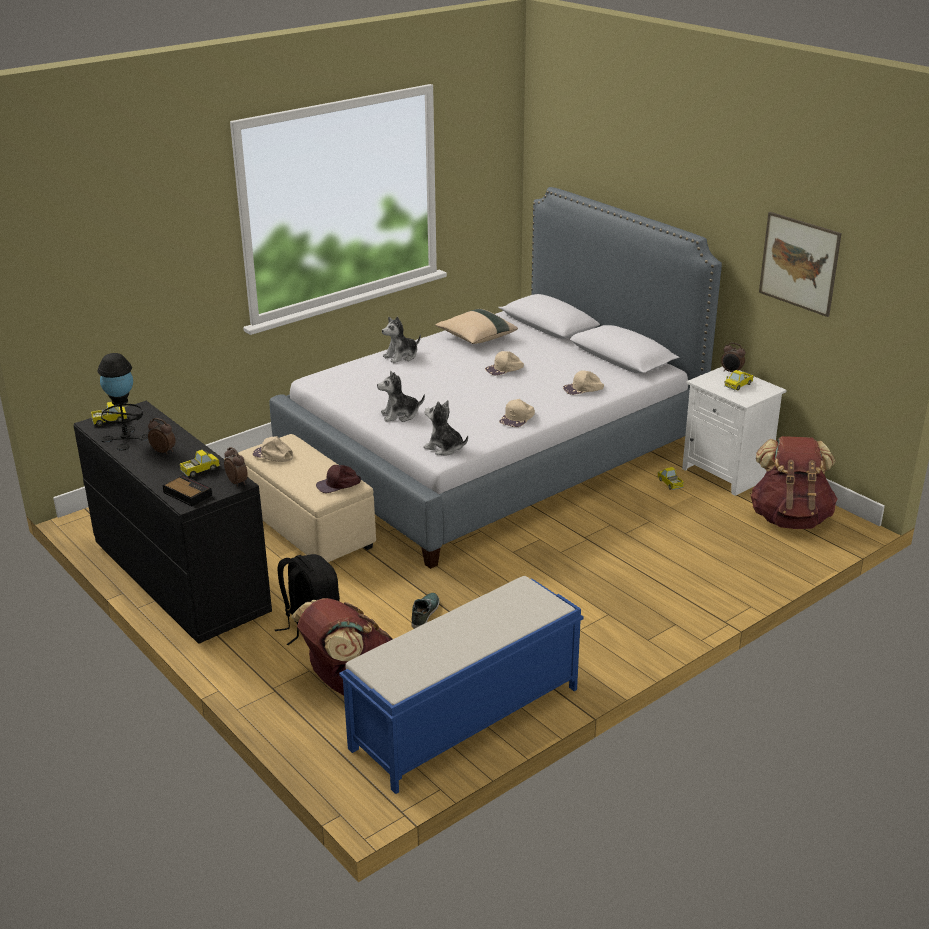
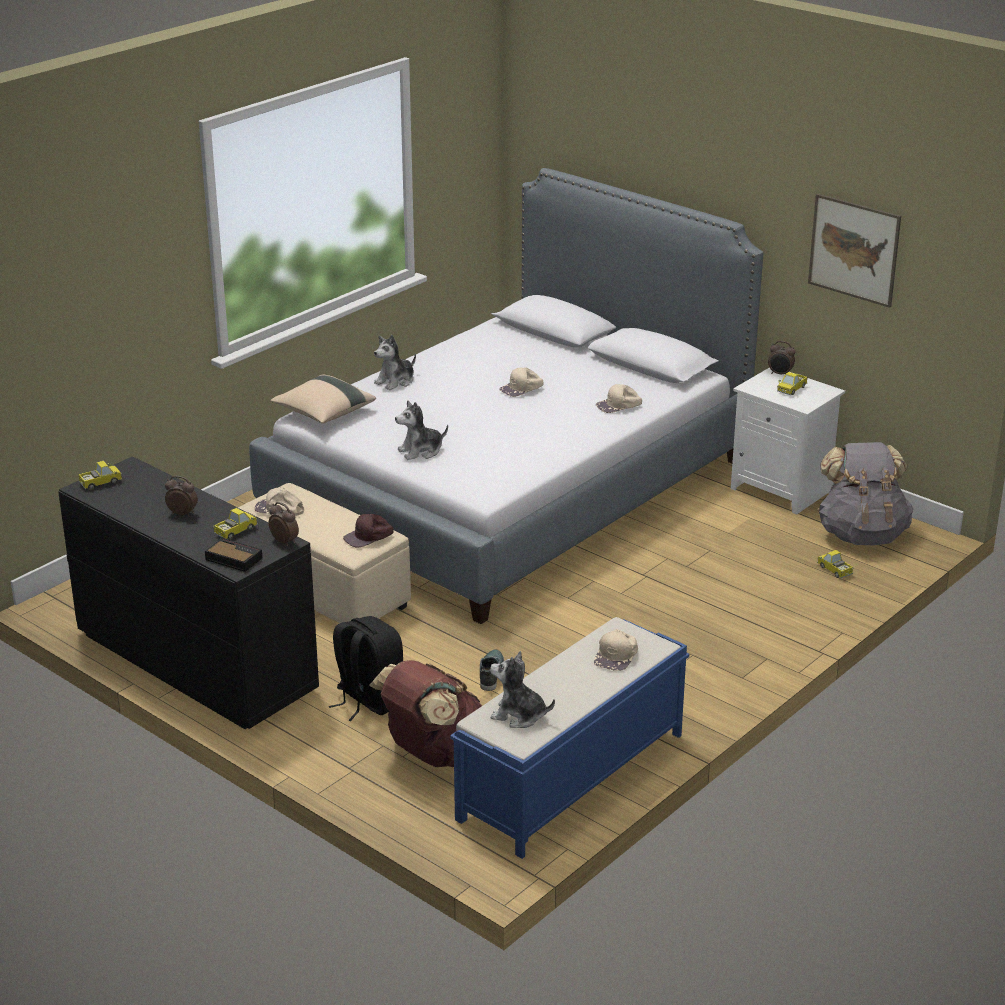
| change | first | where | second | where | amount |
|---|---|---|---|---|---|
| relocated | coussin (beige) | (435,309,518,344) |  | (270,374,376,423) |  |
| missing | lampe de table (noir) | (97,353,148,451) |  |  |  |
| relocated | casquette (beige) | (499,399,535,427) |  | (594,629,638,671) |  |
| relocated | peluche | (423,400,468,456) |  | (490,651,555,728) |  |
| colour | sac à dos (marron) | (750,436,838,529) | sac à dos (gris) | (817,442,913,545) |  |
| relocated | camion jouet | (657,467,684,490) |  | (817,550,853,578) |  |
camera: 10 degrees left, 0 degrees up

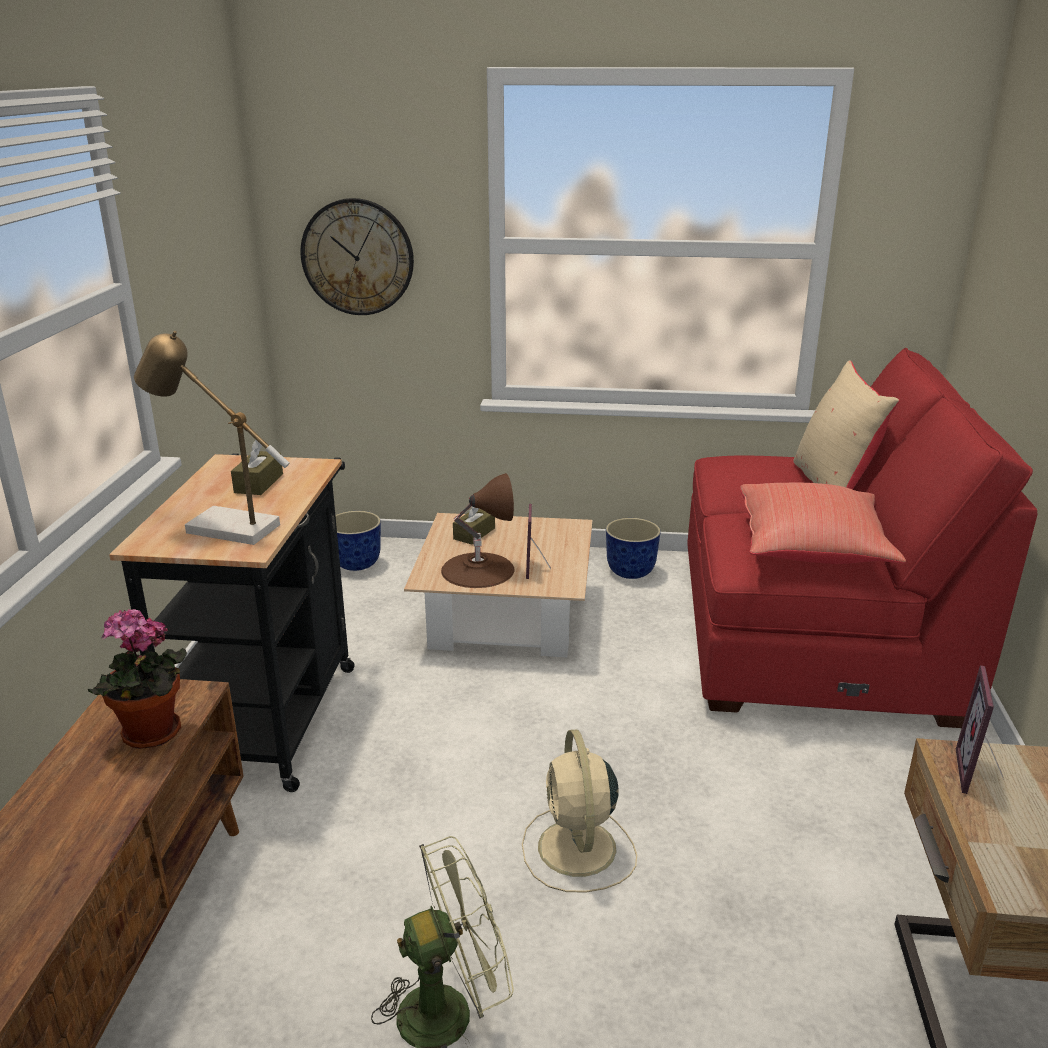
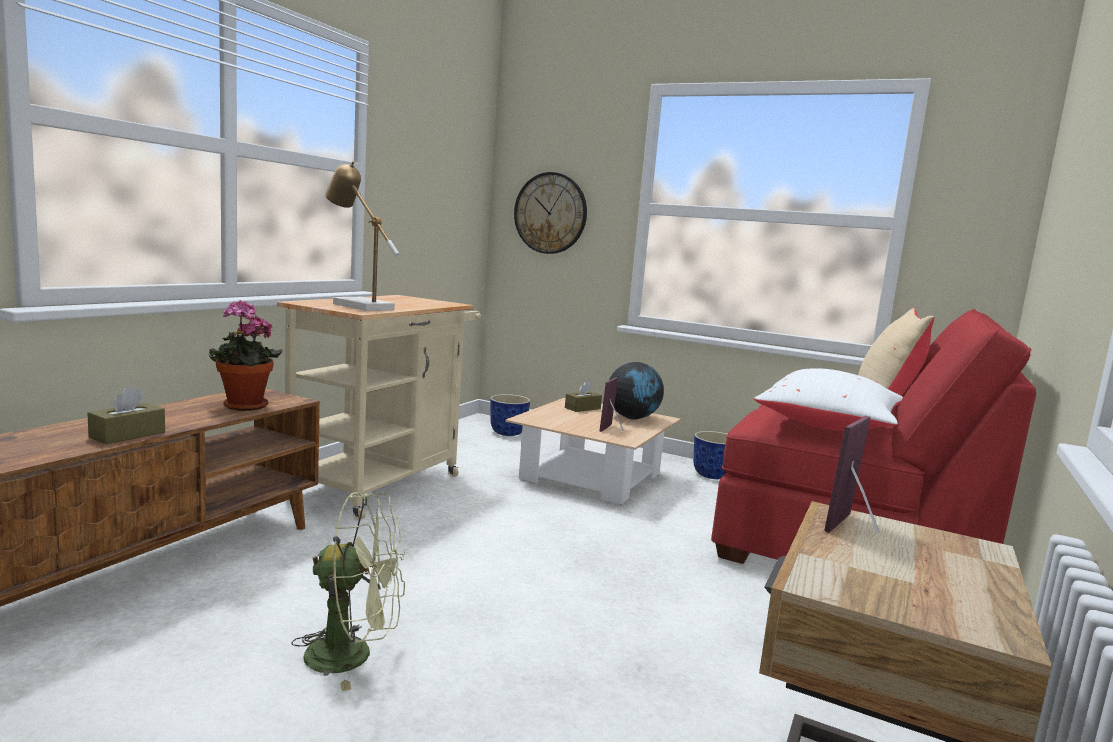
| change | first | where | second | where | amount |
|---|---|---|---|---|---|
| relocated | boîte à mouchoirs (marron) | (231,440,283,495) |  | (88,386,165,444) |  |
| colour | chariot (noir) | (109,453,355,792) | chariot (beige) | (277,295,481,520) |  |
| missing | lampe de table (marron) | (441,473,514,588) |  |  |  |
| colour | coussin (rouge) | (740,483,906,564) | coussin (blanc) | (754,368,903,431) |  |
| missing | ventilateur (beige) | (522,729,637,893) |  |  |  |
| appeared |  |  | globe | (609,362,664,420) |  |
camera: 20 degrees right, 15 degrees down

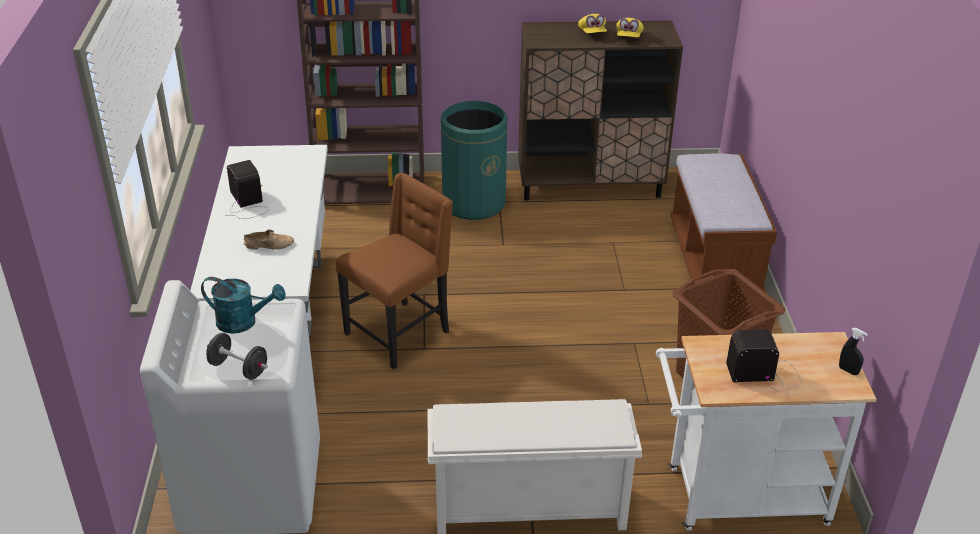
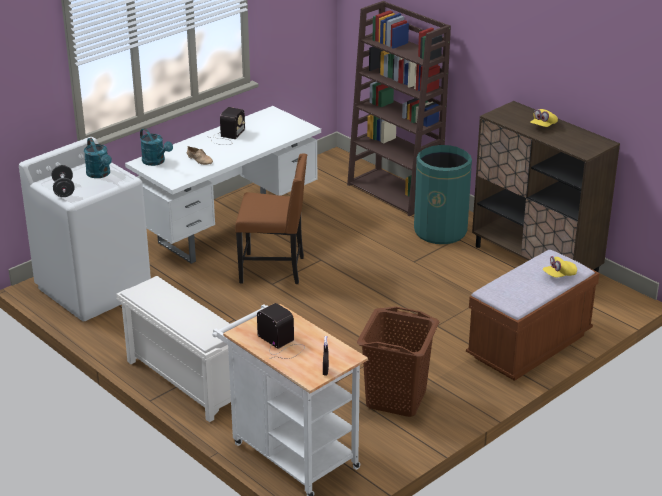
| change | first | where | second | where | amount |
|---|---|---|---|---|---|
| relocated | casquette (jaune) | (616,18,644,38) |  | (543,256,577,278) |  |
| appeared |  |  | arrosoir (turquoise) | (140,128,173,166) |  |
camera: 50 degrees right, 5 degrees down

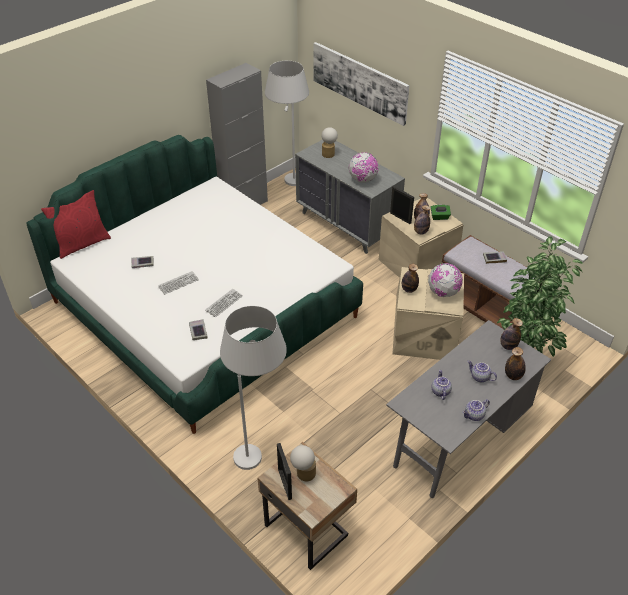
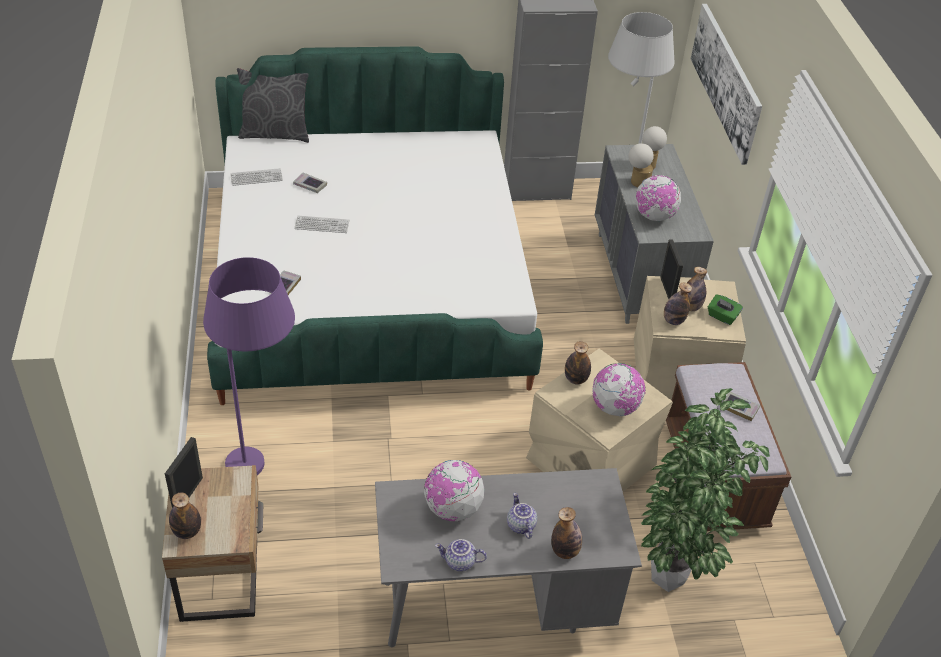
| change | first | where | second | where | amount |
|---|---|---|---|---|---|
| colour | coussin (rouge) | (41,190,111,259) | coussin (gris) | (237,68,309,143) |  |
| relocated | clavier | (205,289,243,318) |  | (230,168,283,186) |  |
| colour | lampadaire (blanc) | (220,306,287,470) | lampadaire (violet) | (203,257,295,475) |  |
| relocated | bouteille | (500,318,523,350) |  | (169,493,201,539) |  |
| exchanged | théière | (432,370,452,400) | globe | (424,460,485,521) |  |
| relocated | lampe de table | (290,445,316,481) |  | (628,143,654,187) |  |
camera: 35 degrees right, 0 degrees up

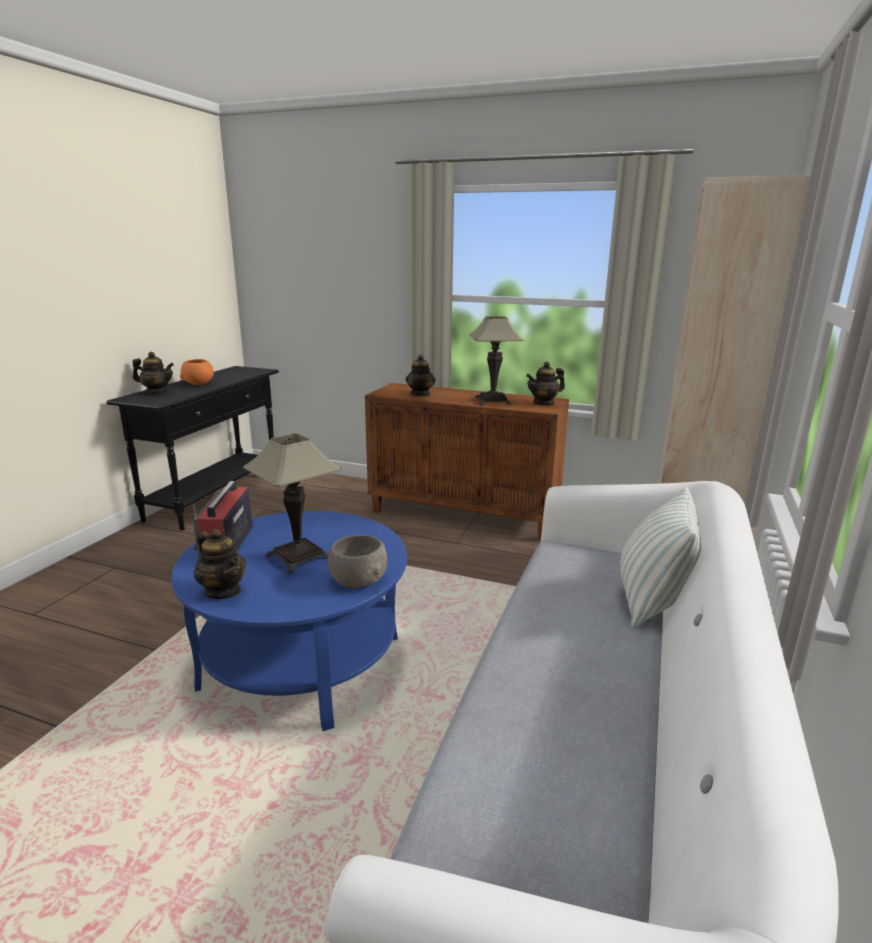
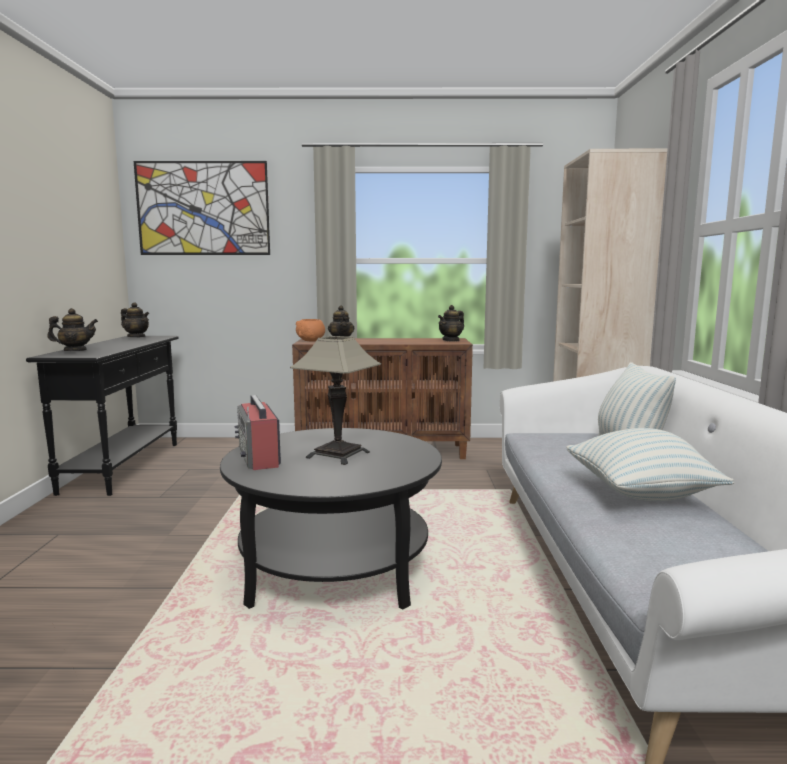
| change | first | where | second | where | amount |
|---|---|---|---|---|---|
| missing | lampe de table | (469,316,524,405) |  |  |  |
| relocated | bol (orange) | (180,359,214,385) |  | (296,319,325,341) |  |
| colour | table basse (bleu) | (171,511,407,731) | table basse (noir) | (220,428,442,610) |  |
| relocated | théière | (194,529,246,599) |  | (121,302,149,337) |  |
| missing | bol (gris) | (328,535,387,588) |  |  |  |
| appeared |  |  | tableau | (134,161,270,255) |  |
| appeared |  |  | coussin | (566,428,734,501) |  |
camera: 20 degrees left, 10 degrees down

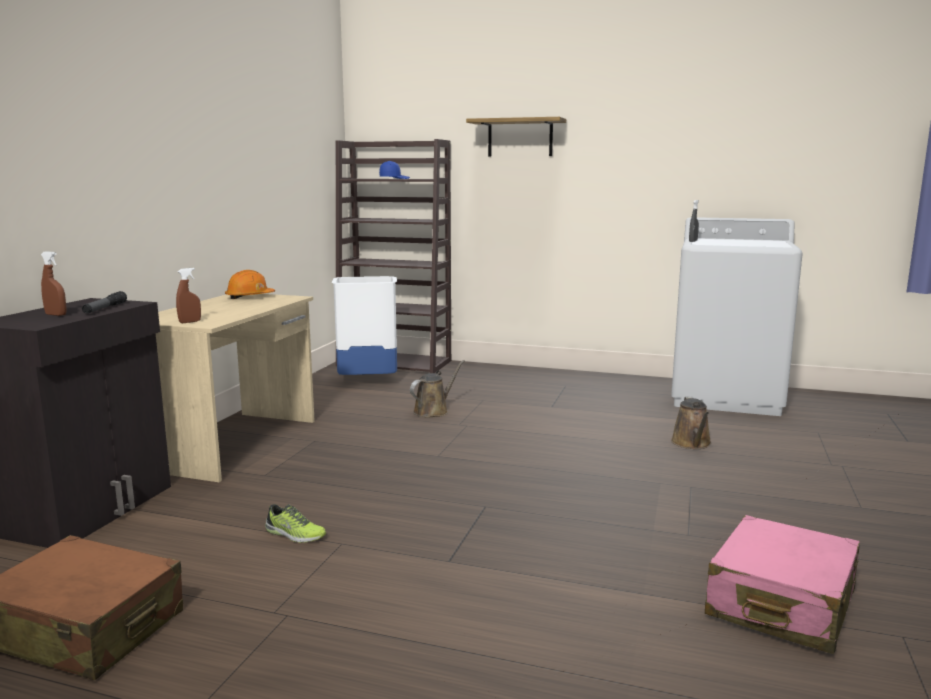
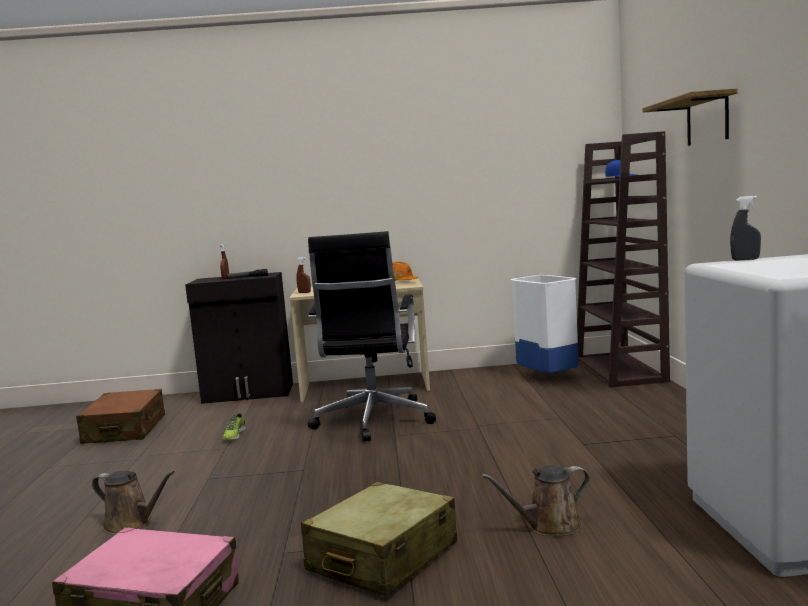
| change | first | where | second | where | amount |
|---|---|---|---|---|---|
| relocated | arrosoir (marron) | (410,360,465,417) |  | (92,471,175,535) |  |
| appeared |  |  | chaise de bureau (noir) | (308,231,436,442) |  |
| appeared |  |  | valise (beige) | (301,482,458,597) |  |
camera: 70 degrees right, 5 degrees down

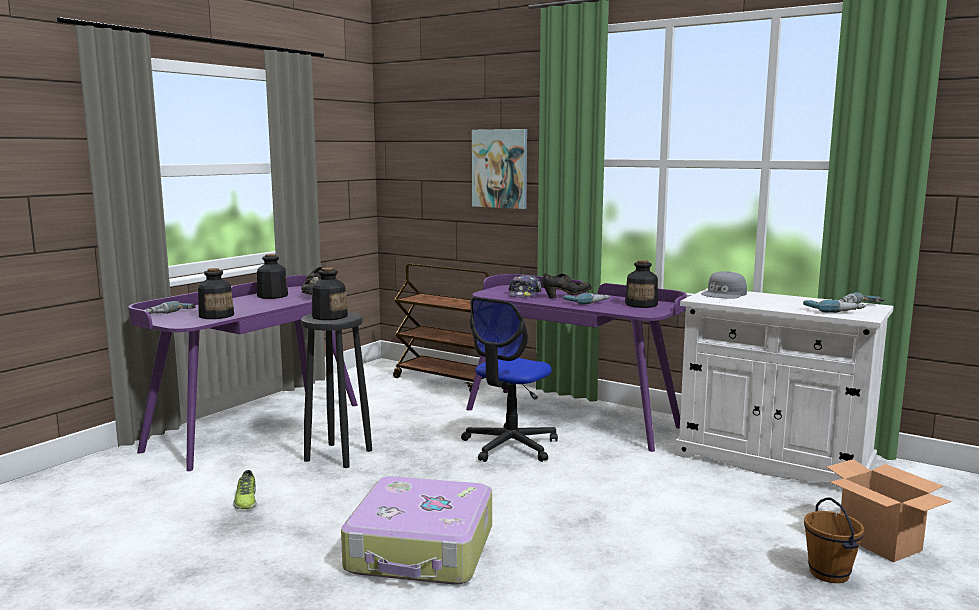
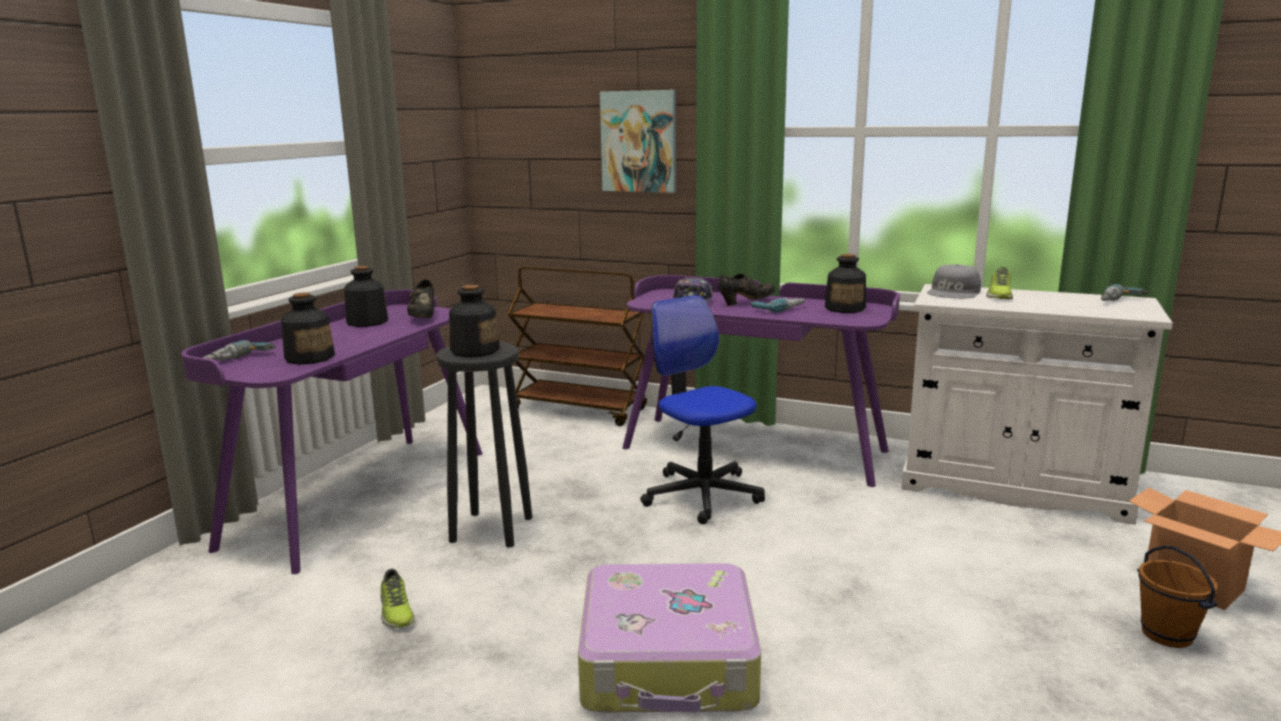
| change | first | where | second | where | amount |
|---|---|---|---|---|---|
| spun | chaise de bureau | (461,297,558,462) |  | (640,295,765,524) | 120 degrees clockwise |
| missing | perceuse | (803,299,866,313) |  |  |  |
| appeared |  |  | chaussure | (986,267,1013,299) |  |
camera: 10 degrees left, 5 degrees up

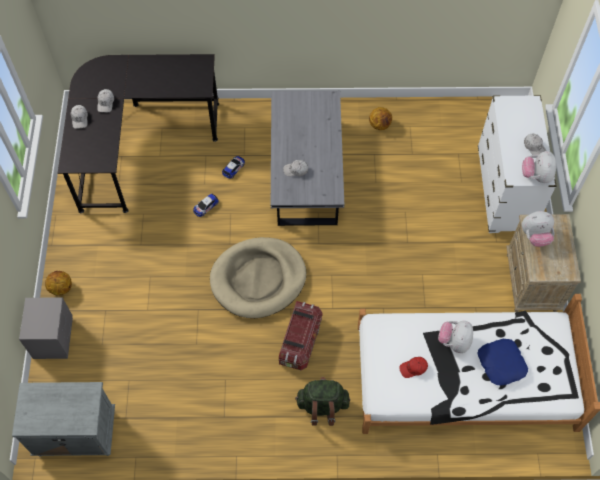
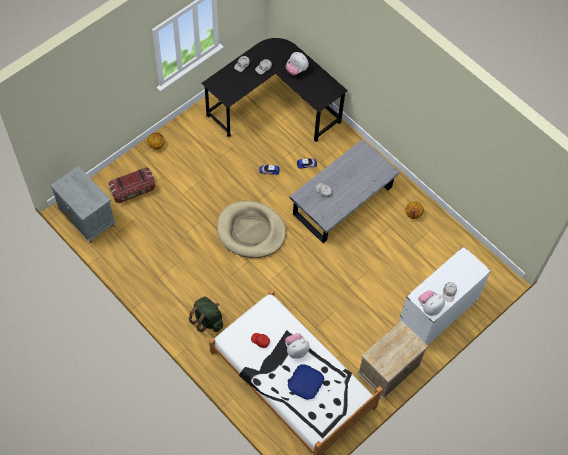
| change | first | where | second | where | amount |
|---|---|---|---|---|---|
| relocated | peluche | (522,211,554,247) |  | (286,52,309,75) |  |
| missing | table de chevet (gris) | (19,297,73,359) |  |  |  |
| relocated | boîte de rangement | (279,301,323,370) |  | (108,167,155,203) |  |
camera: 45 degrees right, 0 degrees up

